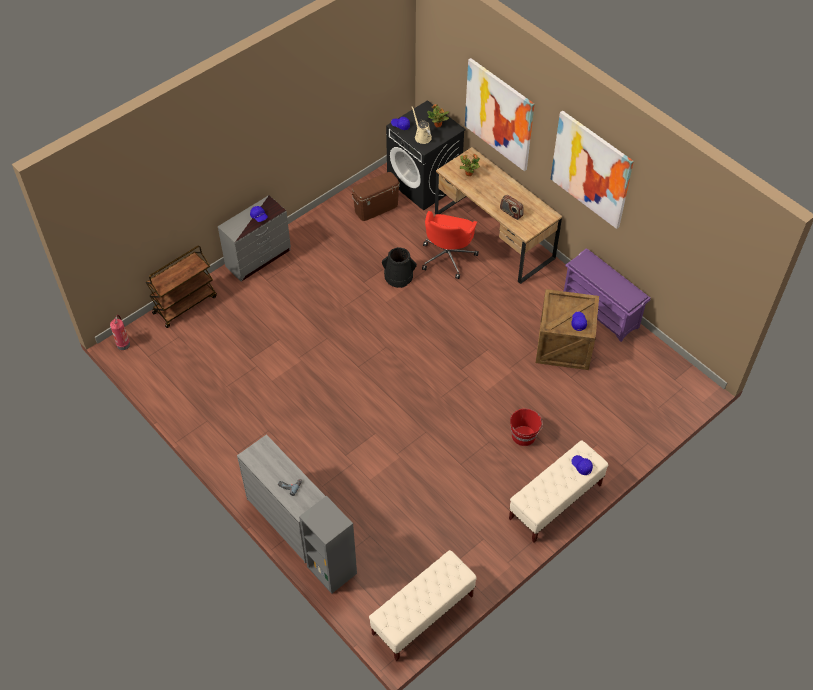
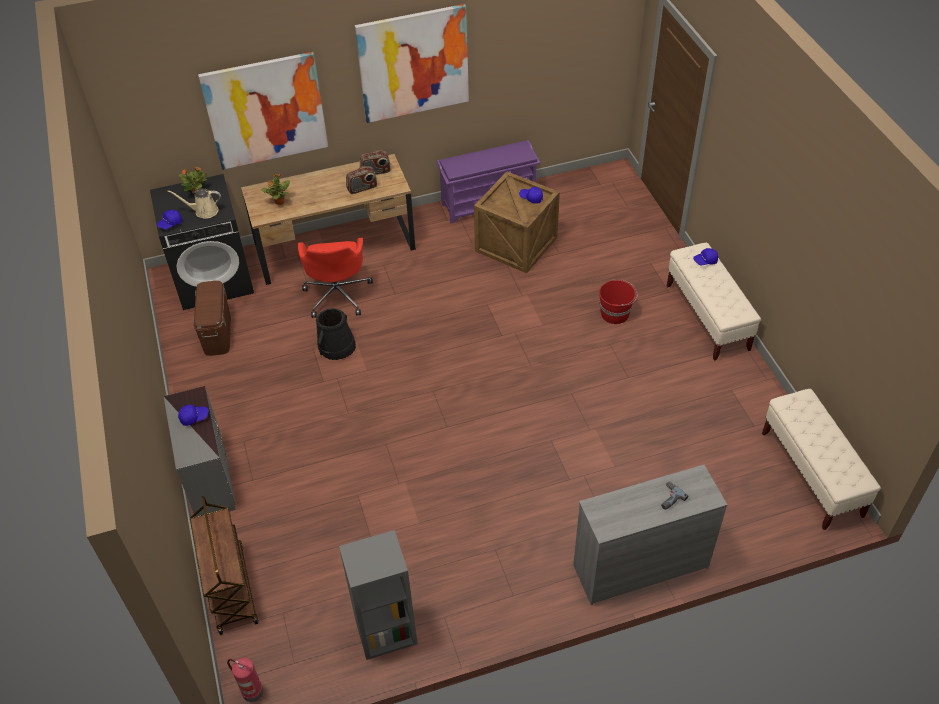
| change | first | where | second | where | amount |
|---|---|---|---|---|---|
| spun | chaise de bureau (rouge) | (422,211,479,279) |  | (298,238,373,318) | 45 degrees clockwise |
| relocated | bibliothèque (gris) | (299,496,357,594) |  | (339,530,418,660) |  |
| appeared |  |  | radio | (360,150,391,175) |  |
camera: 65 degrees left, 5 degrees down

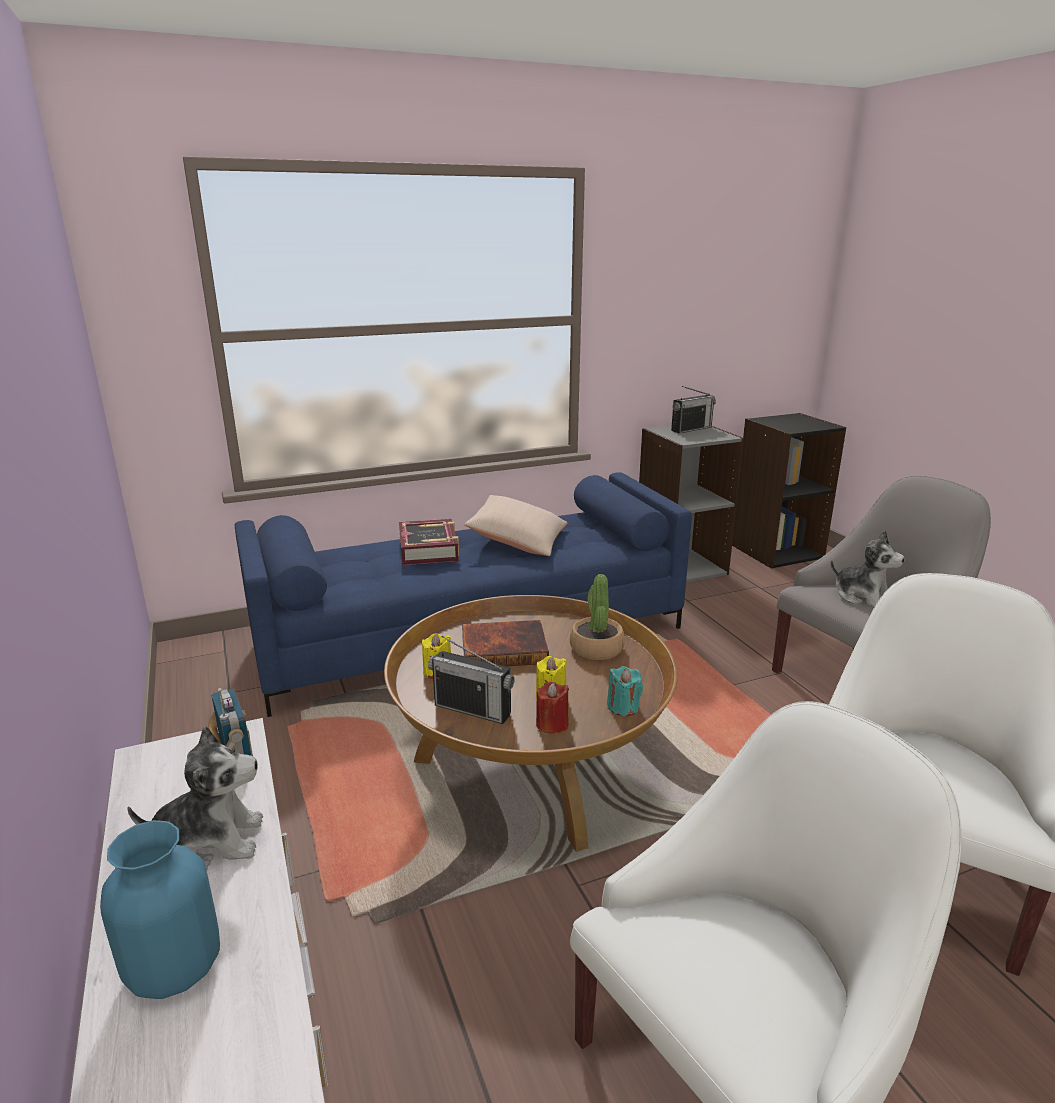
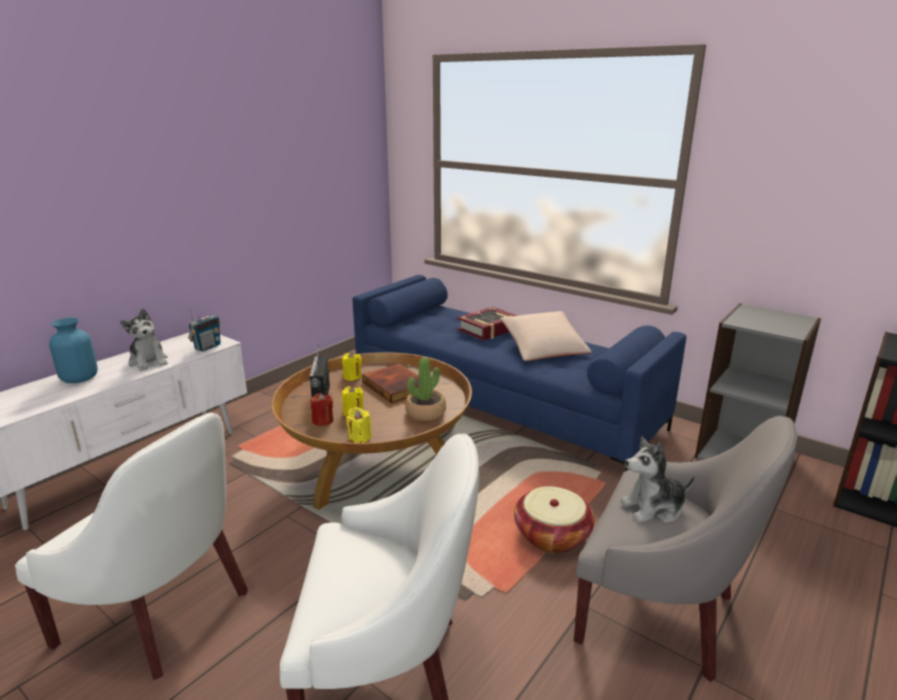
| change | first | where | second | where | amount |
|---|---|---|---|---|---|
| missing | radio | (671,386,716,433) |  |  |  |
| spun | peluche | (830,530,905,607) |  | (620,436,695,523) | 60 degrees clockwise |
| colour | bougie (turquoise) | (607,666,643,716) | bougie (jaune) | (346,407,372,443) |  |
| appeared |  |  | panier | (514,486,594,553) |  |
camera: 60 degrees right, 0 degrees up

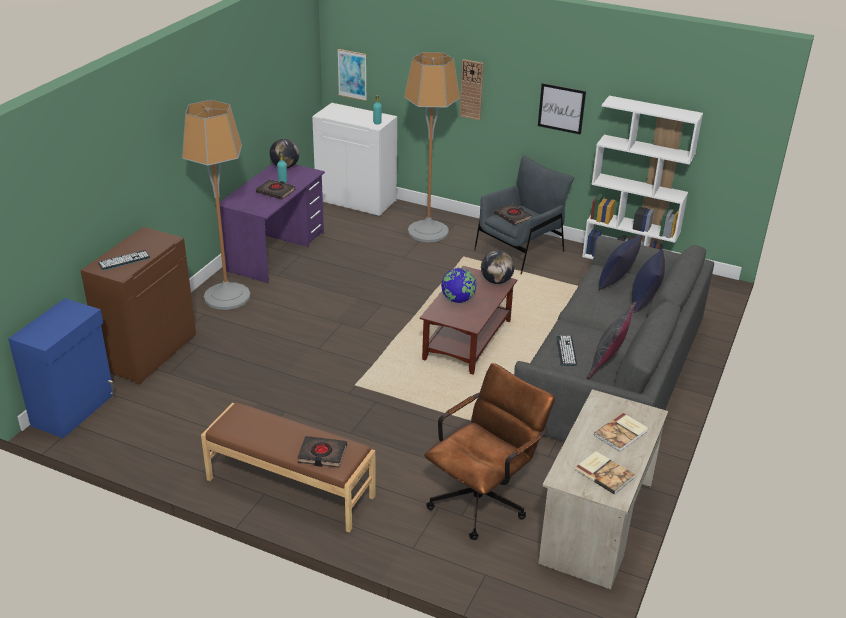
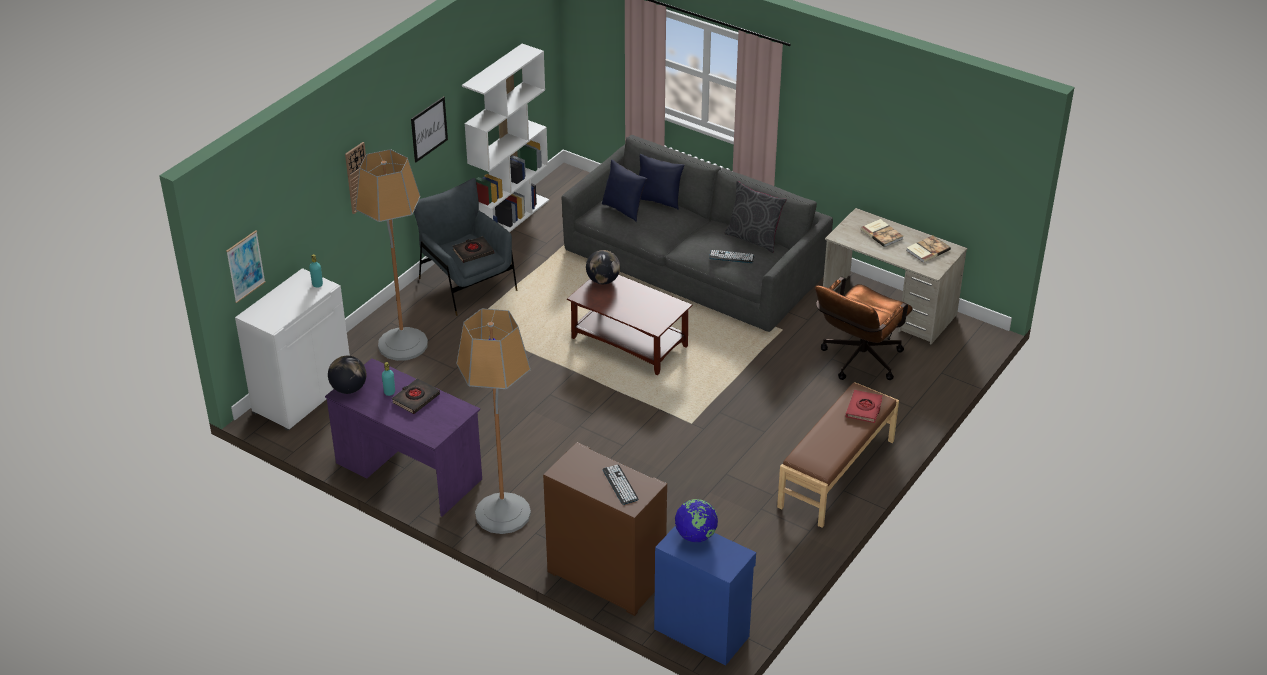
| change | first | where | second | where | amount |
|---|---|---|---|---|---|
| relocated | globe | (441,268,476,303) |  | (675,499,718,542) |  |
| spun | chaise de bureau (marron) | (424,363,555,540) |  | (815,277,913,380) | 105 degrees counterclockwise |
| colour | livre (noir) | (297,436,347,468) | livre (rouge) | (846,390,883,423) |  |
camera: 80 degrees left, 5 degrees up

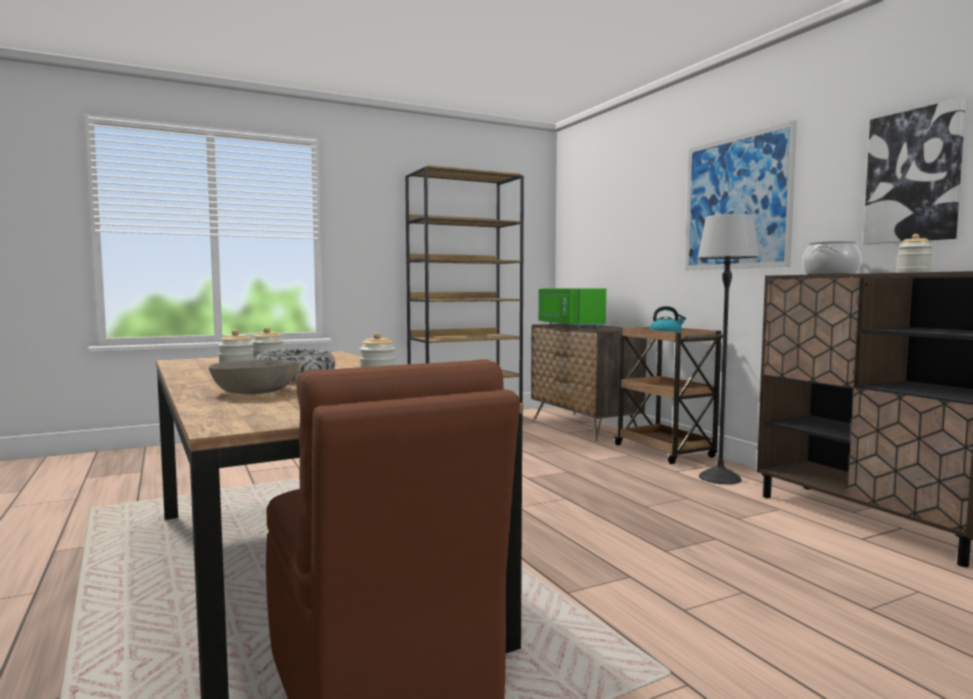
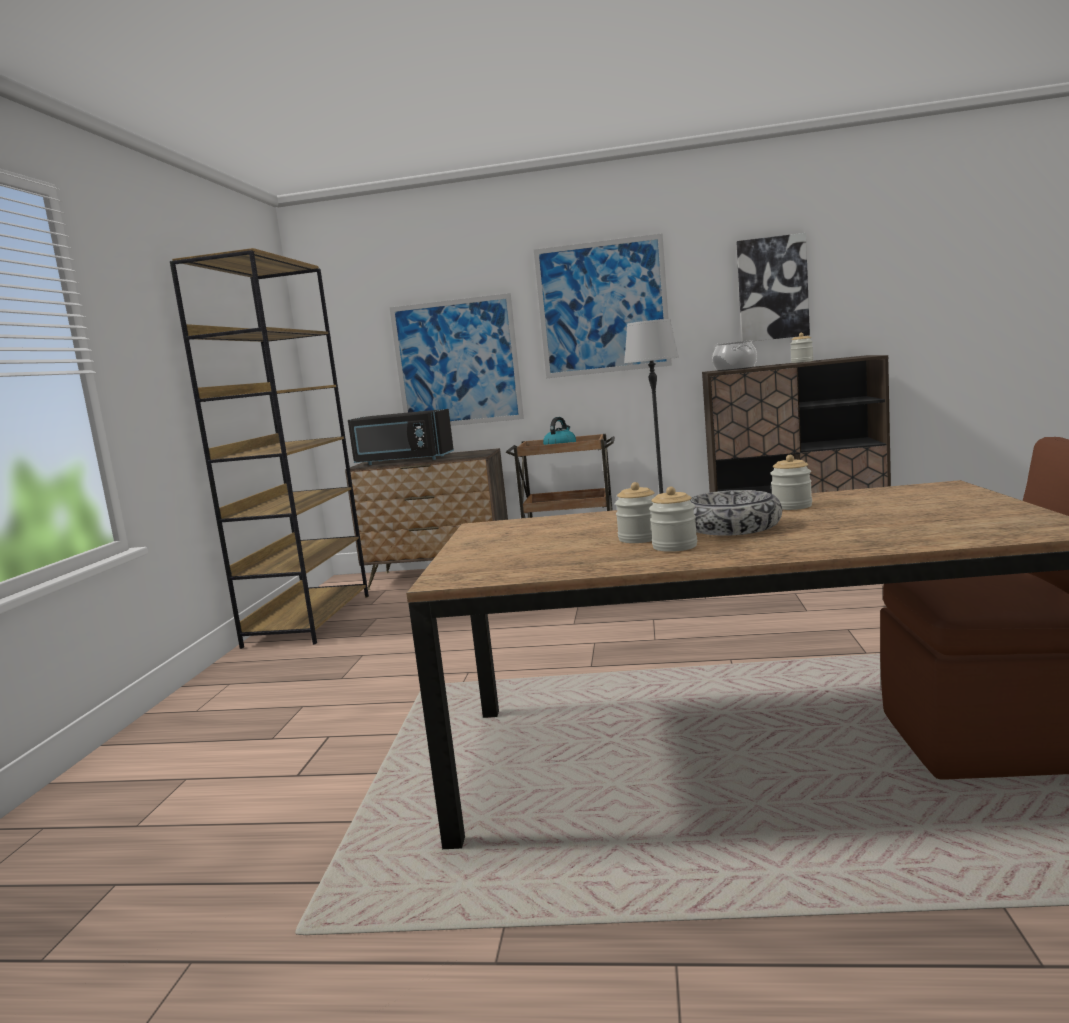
| change | first | where | second | where | amount |
|---|---|---|---|---|---|
| colour | micro-ondes (vert) | (539,288,606,328) | micro-ondes (noir) | (348,409,454,465) |  |
| missing | bol (gris) | (209,359,299,394) |  |  |  |
| appeared |  |  | tableau | (389,293,524,426) |  |
camera: 55 degrees left, 5 degrees up

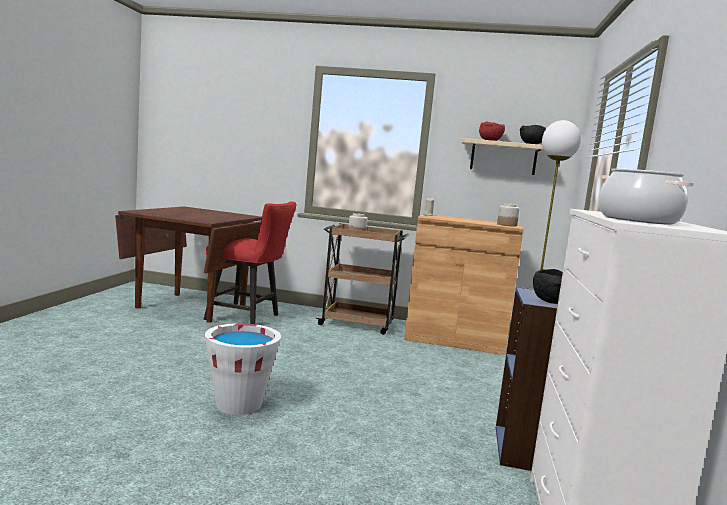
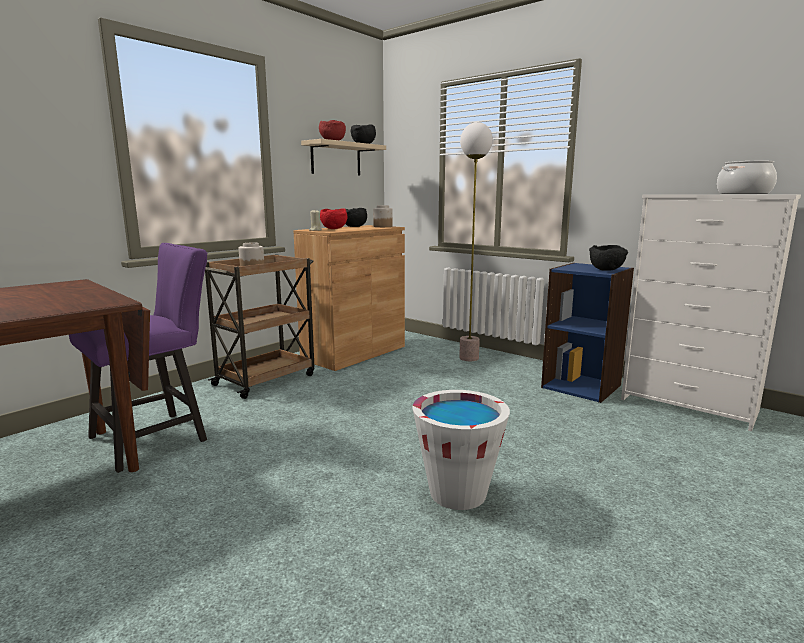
| change | first | where | second | where | amount |
|---|---|---|---|---|---|
| colour | chaise (rouge) | (204,201,297,324) | chaise (violet) | (69,243,207,473) |  |
| appeared |  |  | bol (rouge) | (320,208,347,229) |  |
| appeared |  |  | bol (noir) | (342,208,367,227) |  |
camera: 60 degrees left, 5 degrees up

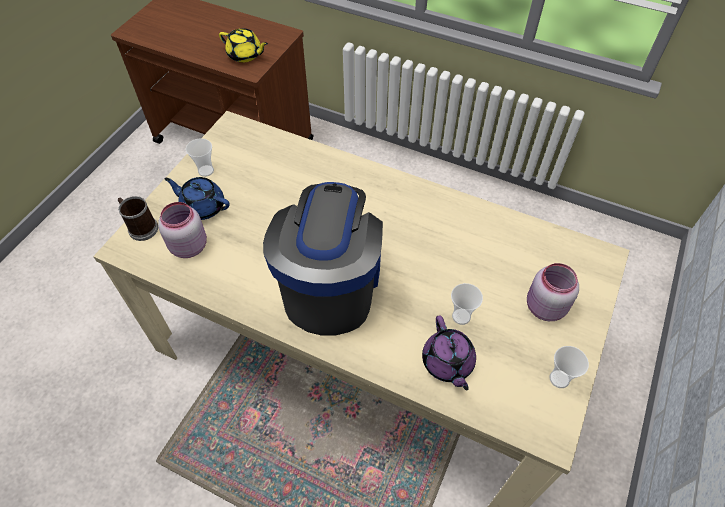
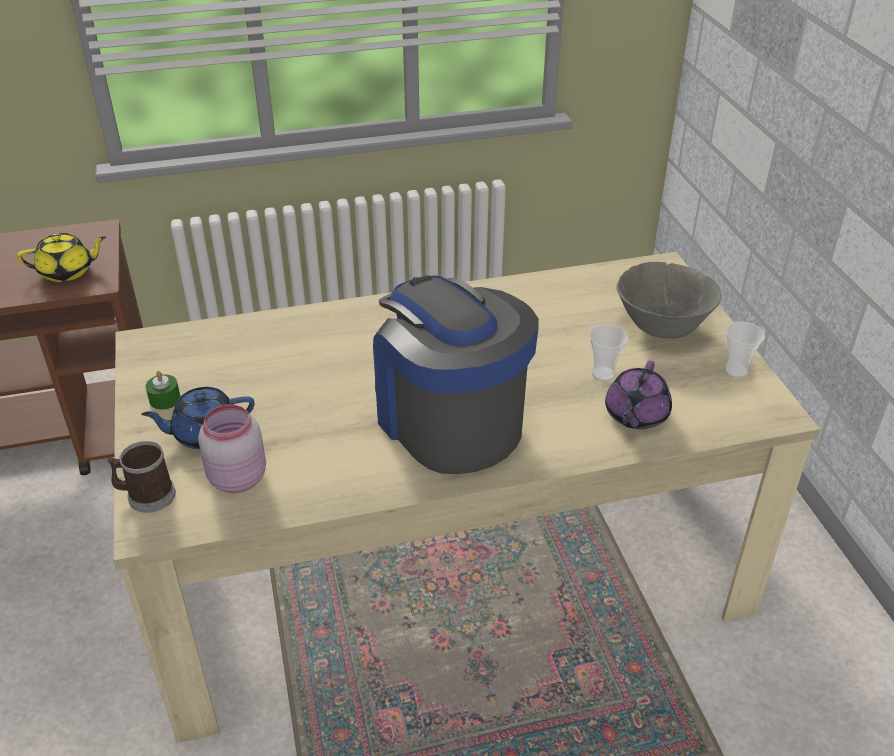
| change | first | where | second | where | amount |
|---|---|---|---|---|---|
| exchanged | tasse | (186,138,214,177) | bougie (vert) | (146,371,180,410) |  |
| exchanged | bocal (rose) | (527,263,579,321) | bol (gris) | (616,262,722,338) |  |
| spun | théière (violet) | (422,315,476,391) |  | (605,360,672,429) | 75 degrees clockwise |
camera: 40 degrees left, 15 degrees down

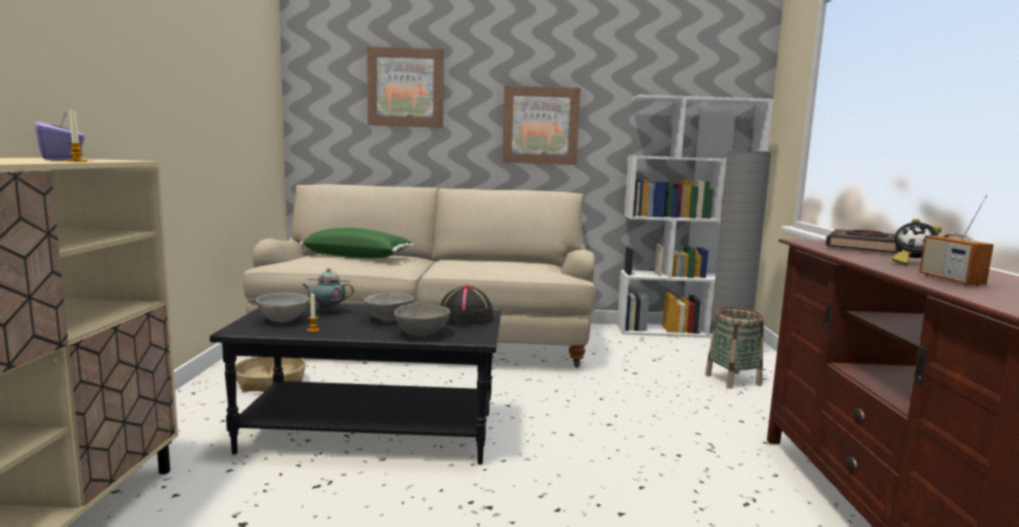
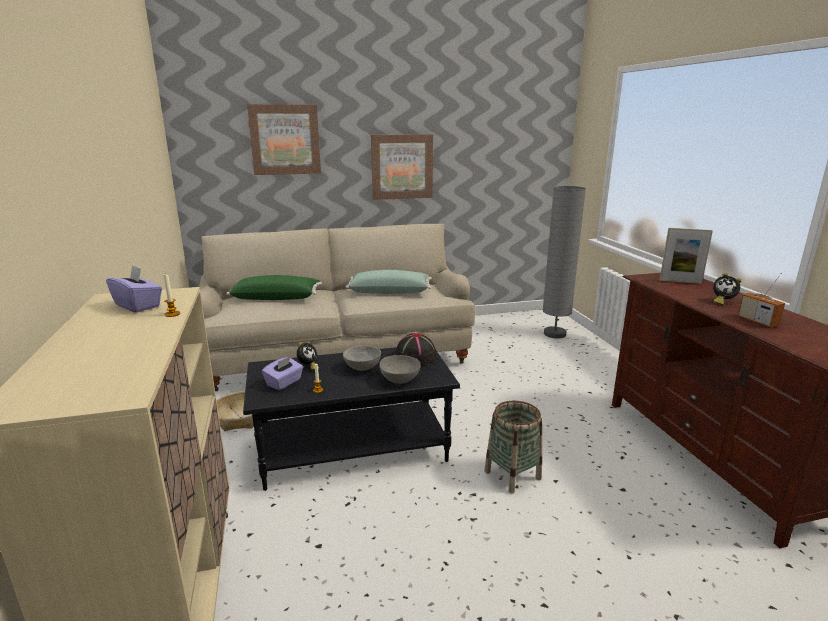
| change | first | where | second | where | amount |
|---|---|---|---|---|---|
| missing | bibliothèque (blanc) | (617,95,774,338) |  |  |  |
| exchanged | livre (noir) | (826,229,899,253) | cadre photo | (660,228,713,284) |  |
| exchanged | théière | (302,268,354,312) | réveil | (297,341,319,371) |  |
| exchanged | bol (gris) | (256,292,309,323) | boîte à mouchoirs (violet) | (262,356,303,390) |  |
| relocated | panier | (705,308,764,389) |  | (484,401,542,493) |  |
| appeared |  |  | coussin (vert) | (346,270,432,294) |  |
camera: 15 degrees left, 10 degrees up

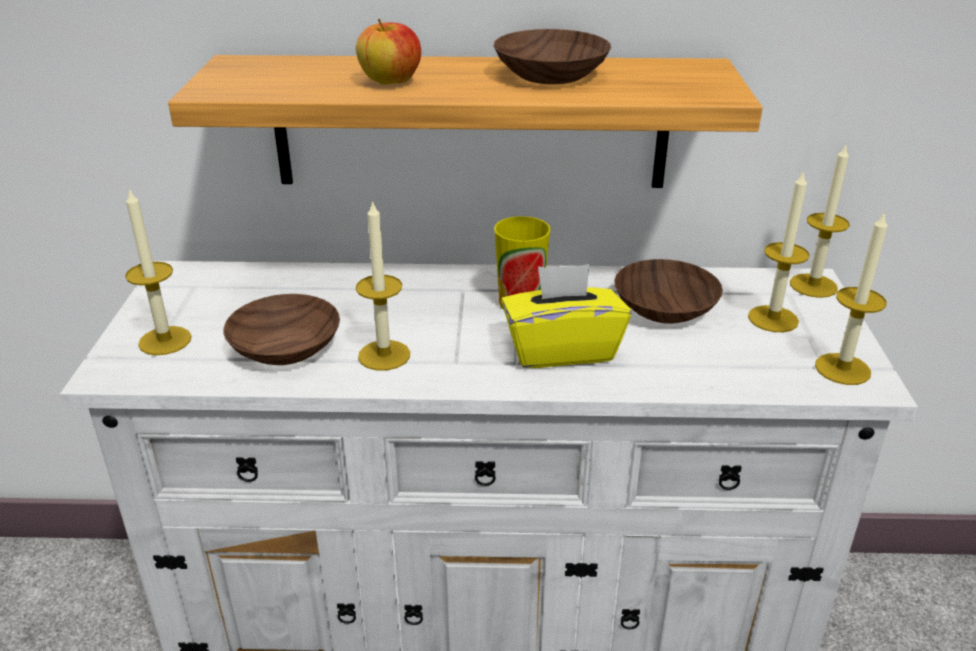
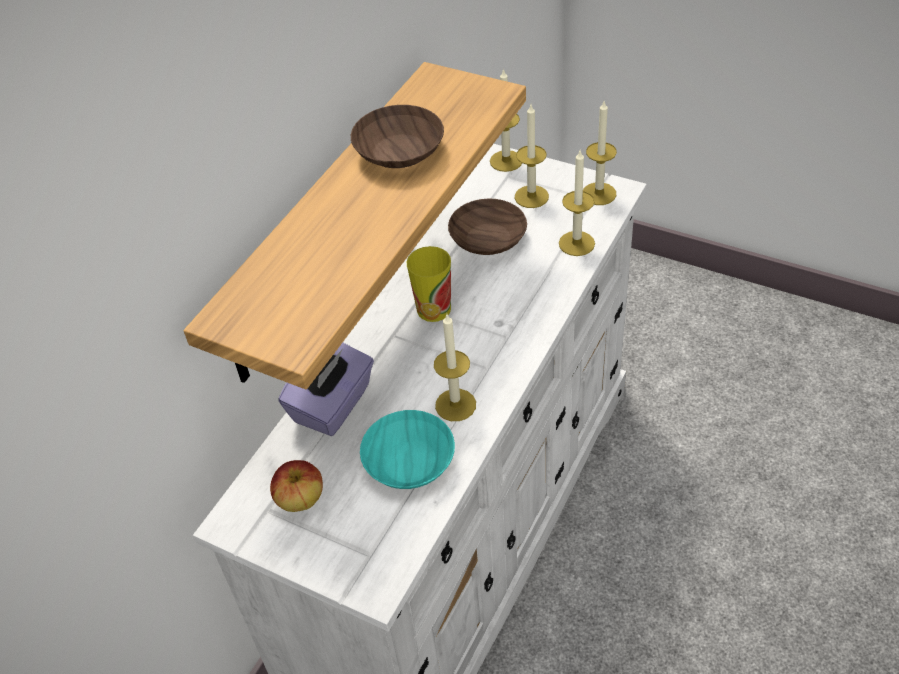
| change | first | where | second | where | amount |
|---|---|---|---|---|---|
| relocated | pomme | (356,19,421,85) |  | (270,460,323,512) |  |
| relocated | bougie | (125,188,192,355) |  | (559,151,595,256) |  |
| missing | boîte à mouchoirs (jaune) | (501,264,631,368) |  |  |  |
| colour | bol (marron) | (223,294,340,365) | bol (turquoise) | (360,410,455,489) |  |
| appeared |  |  | boîte à mouchoirs (violet) | (278,343,374,436) |  |
camera: 60 degrees left, 15 degrees up

